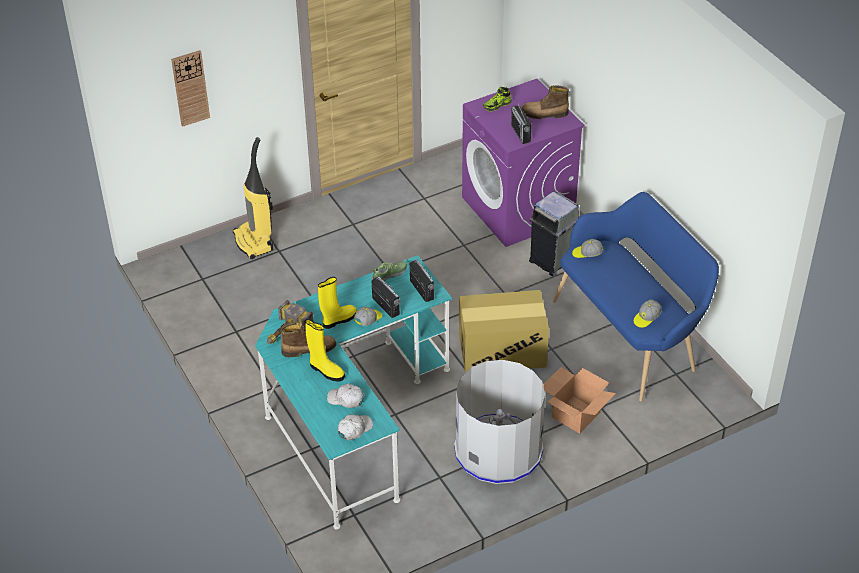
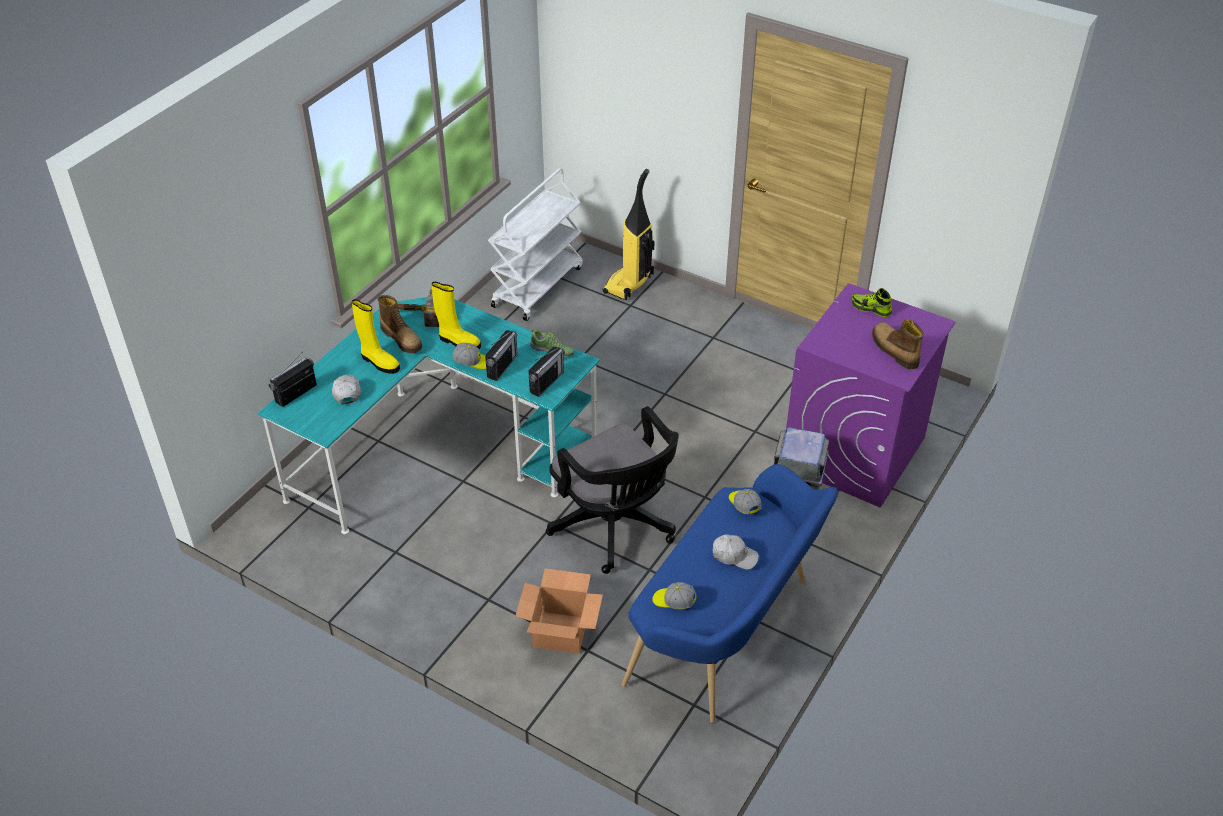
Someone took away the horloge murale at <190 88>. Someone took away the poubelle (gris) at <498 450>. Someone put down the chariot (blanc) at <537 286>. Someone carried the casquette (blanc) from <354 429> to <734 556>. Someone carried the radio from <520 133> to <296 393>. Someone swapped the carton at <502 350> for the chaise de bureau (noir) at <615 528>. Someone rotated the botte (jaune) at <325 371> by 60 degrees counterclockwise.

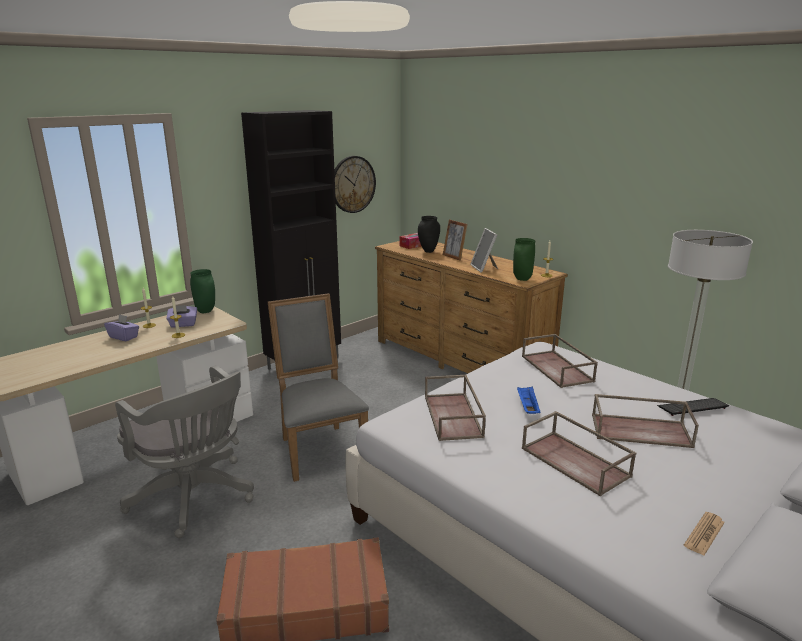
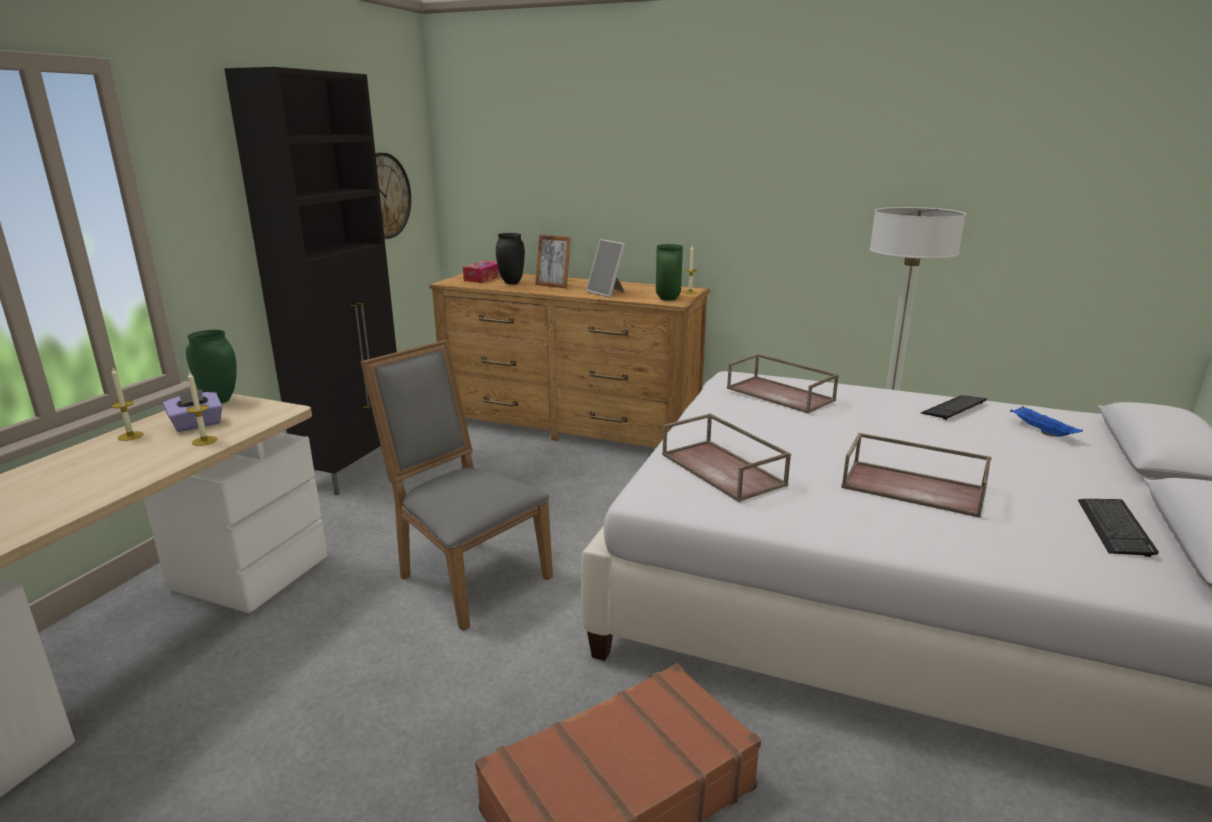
Someone took away the boîte à mouchoirs (violet) at <124 337>. Someone took away the chaise de bureau (gris) at <195 498>. Someone took away the plateau (marron) at <641 430>. Someone carried the plateau (bleu) from <527 407> to <1040 431>. Someone swapped the journal at <704 534> for the clavier at <1114 528>.

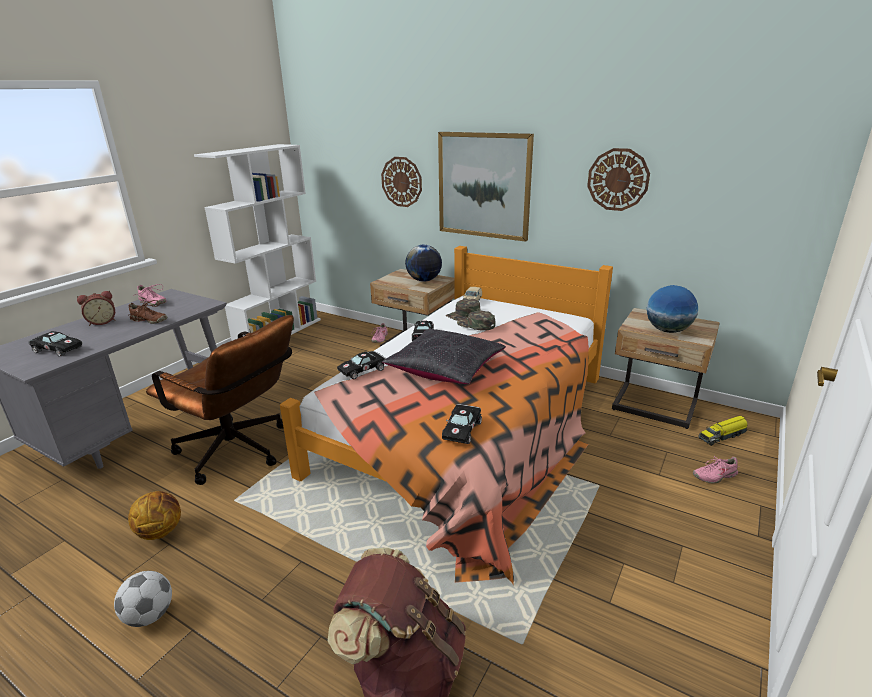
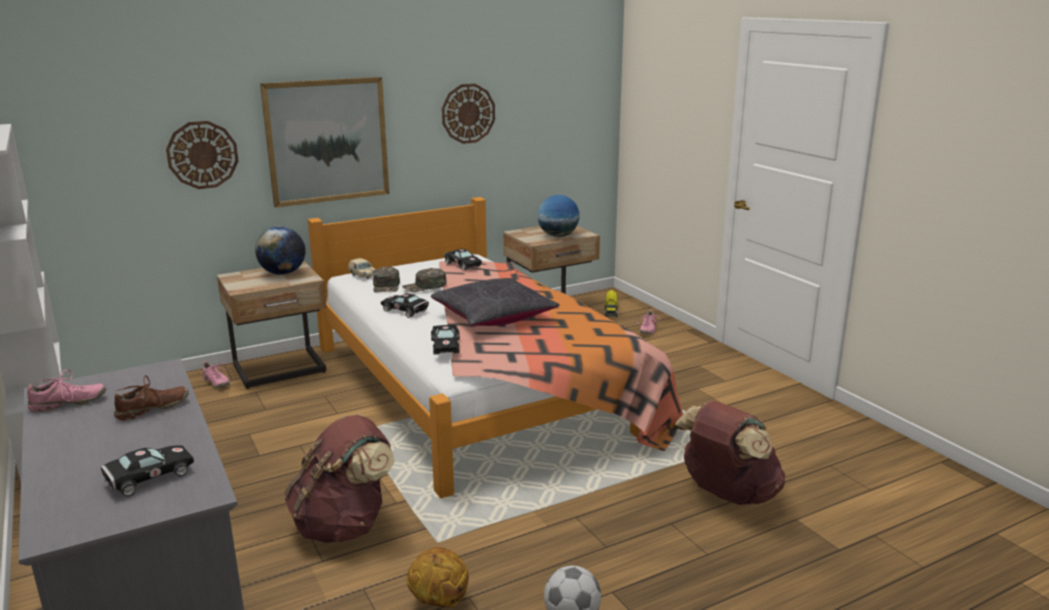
Someone took away the réveil at <102 322>. Someone carried the petite voiture (noir) from <462 429> to <462 264>. Someone swapped the chaise de bureau (marron) at <240 453> for the sac à dos (marron) at <344 525>.

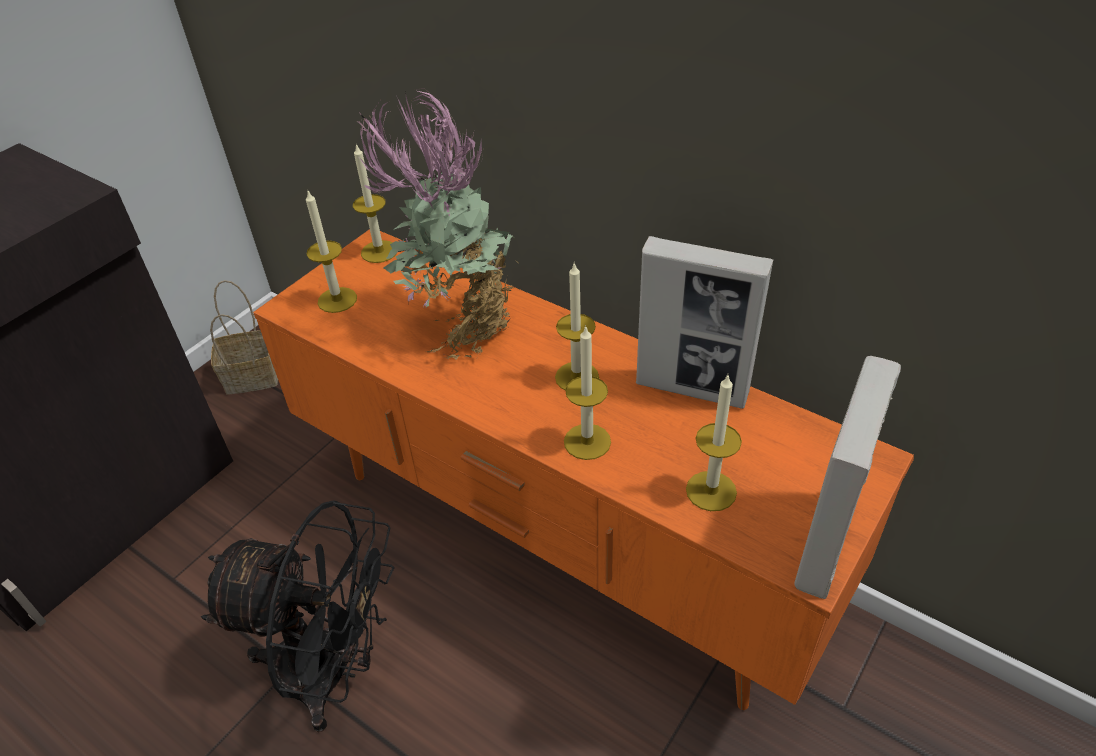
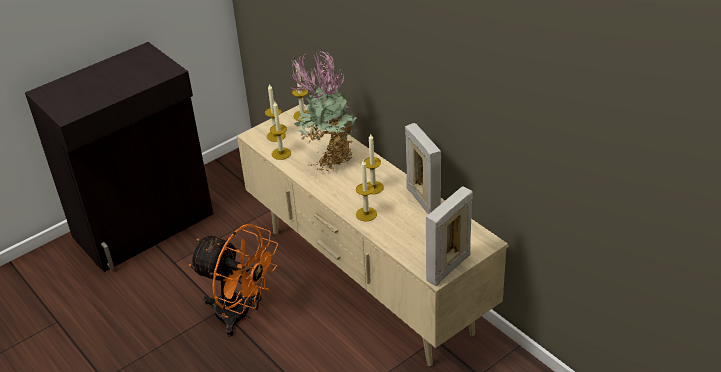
Someone took away the panier at <254 376>. Someone carried the bougie from <711 491> to <281 153>. Someone repainted the ventilateur (noir) at <333 672>, which became the ventilateur (orange) at <241 315>. Someone repainted the meuble télé (orange) at <557 544>, which became the meuble télé (beige) at <366 281>. Someone rotated the cadre photo at <692 389> by 150 degrees counterclockwise.

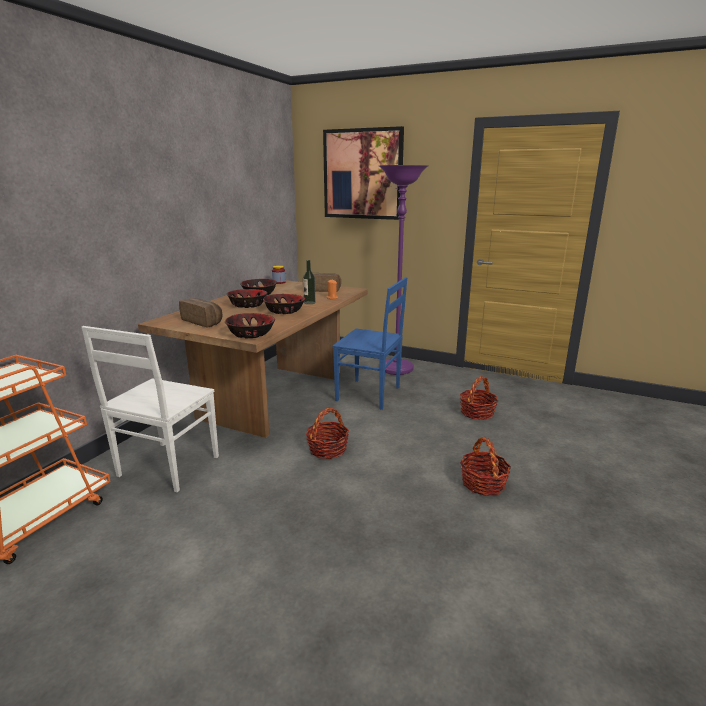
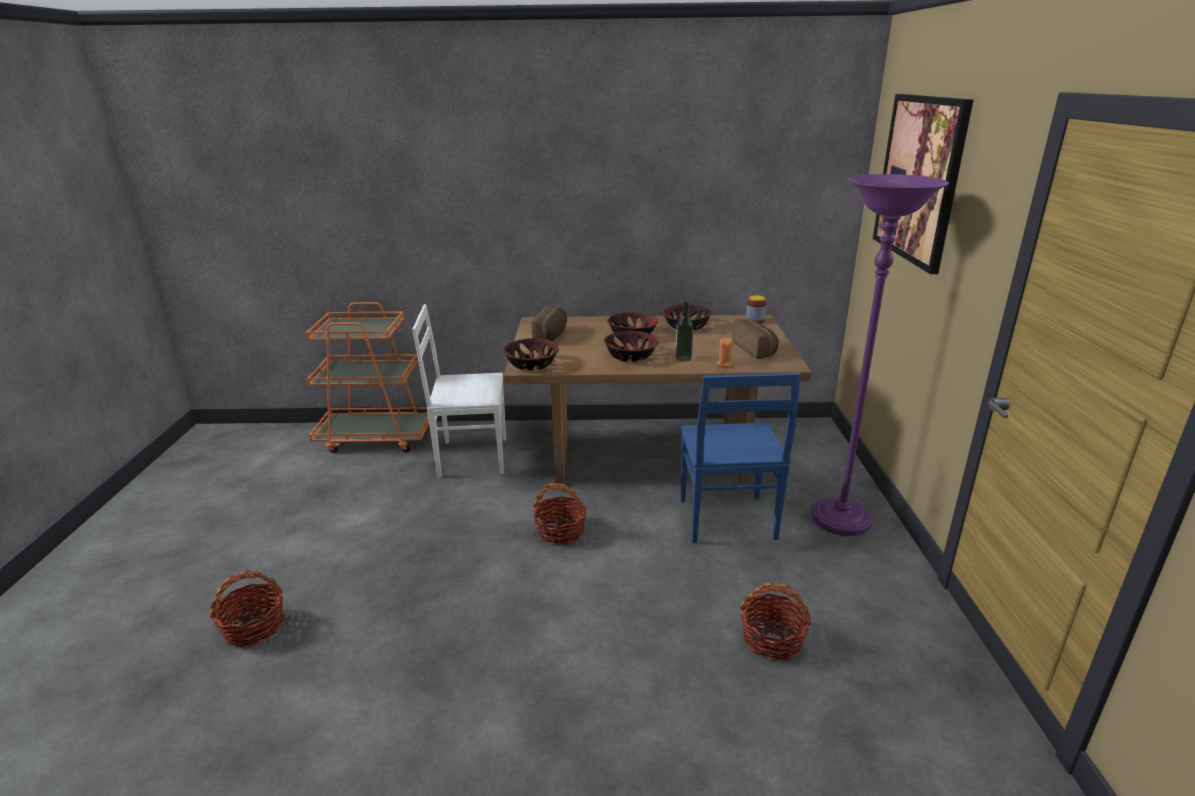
Someone carried the panier from <483 483> to <254 627>.

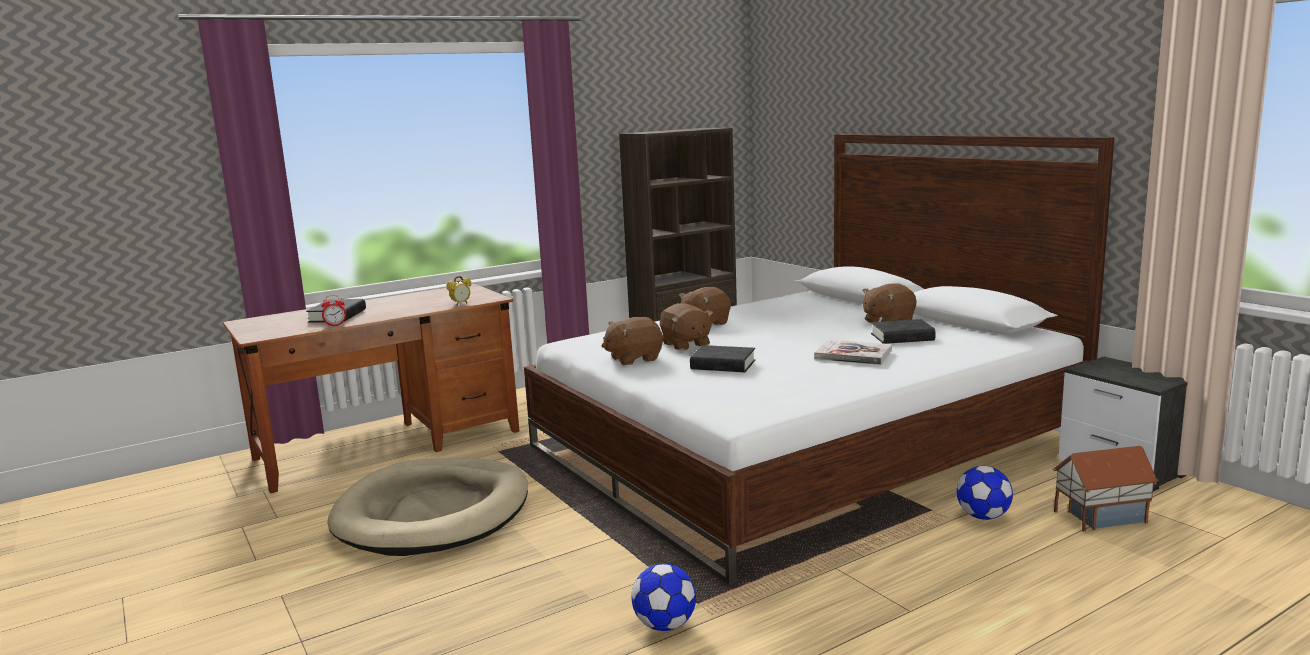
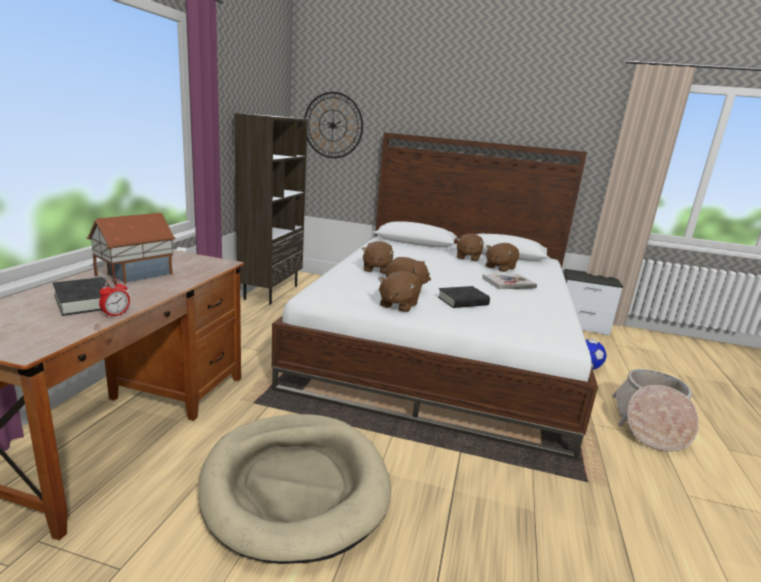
Someone took away the réveil at <460 304>. Someone took away the ballon de foot at <665 625>. Someone put up the horloge murale at <333 125>. Someone put down the panier at <649 424>. Someone carried the maison miniature from <1099 516> to <134 274>. Someone swapped the livre (noir) at <902 337> for the peluche (marron) at <499 268>.

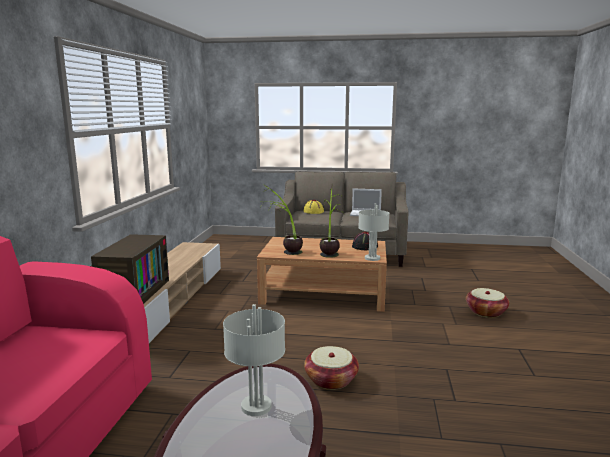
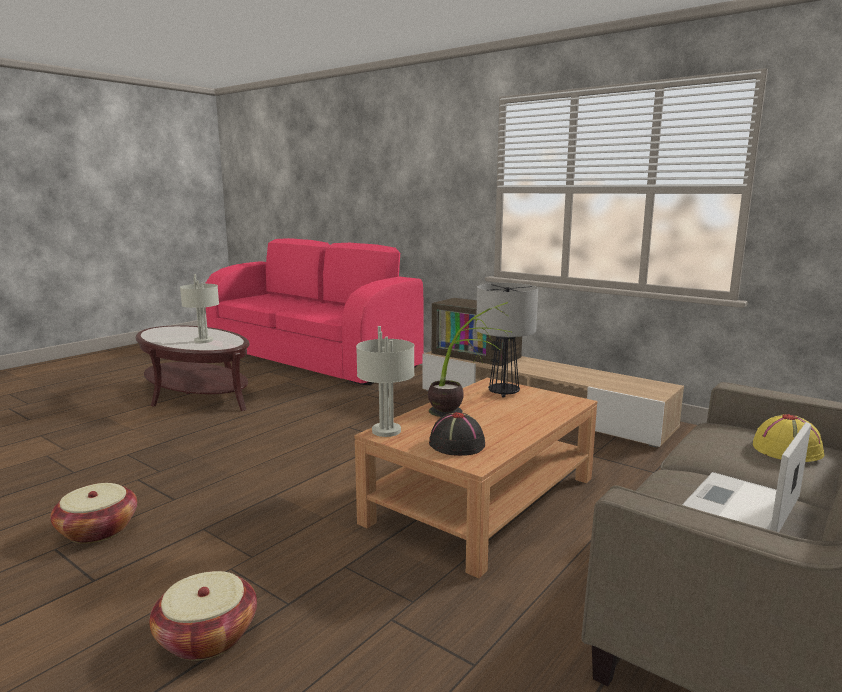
Someone carried the panier from <331 380> to <98 530>. Someone swapped the plante en pot at <284 250> for the lampe de table at <503 393>.

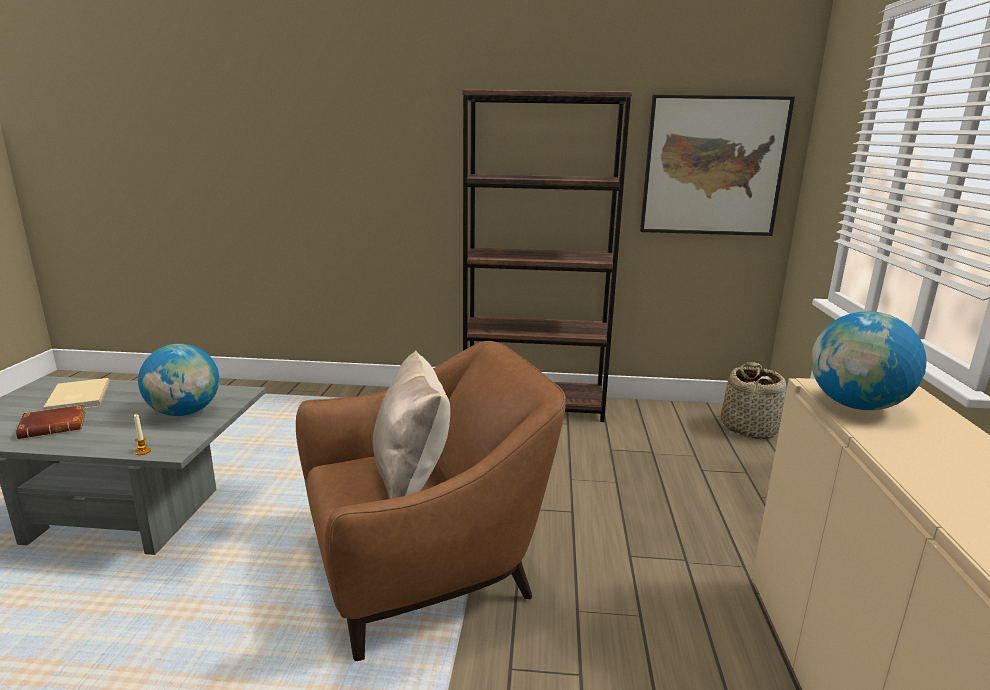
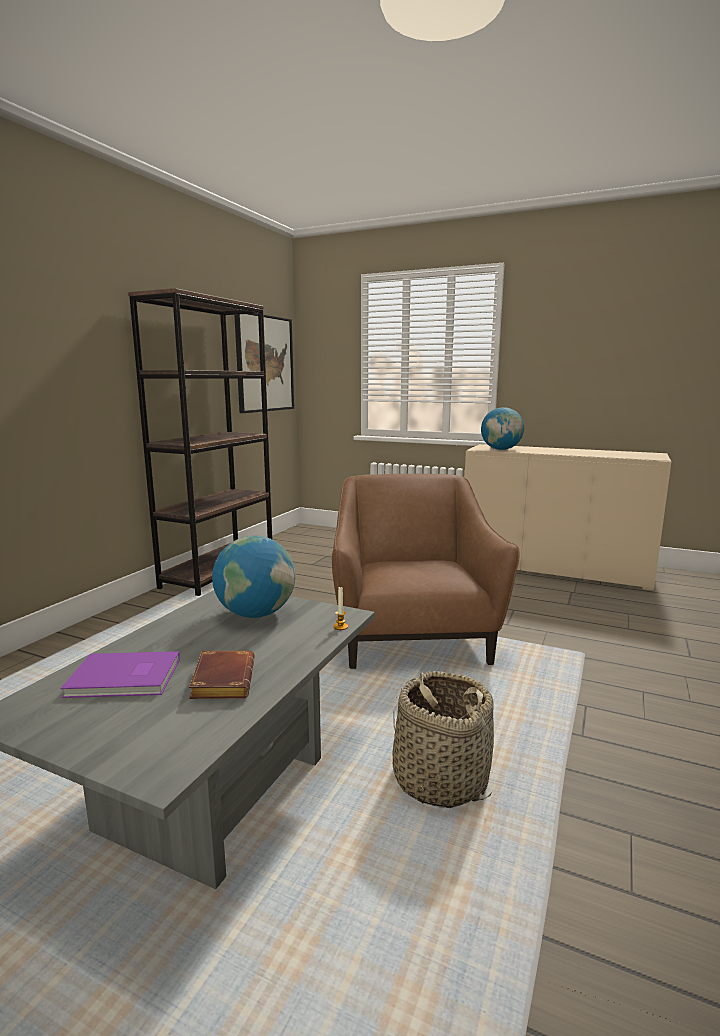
Someone took away the coussin (beige) at <411 476>. Someone carried the panier from <749 428> to <440 778>. Someone repainted the livre (beige) at <76 398>, which became the livre (violet) at <125 679>.

